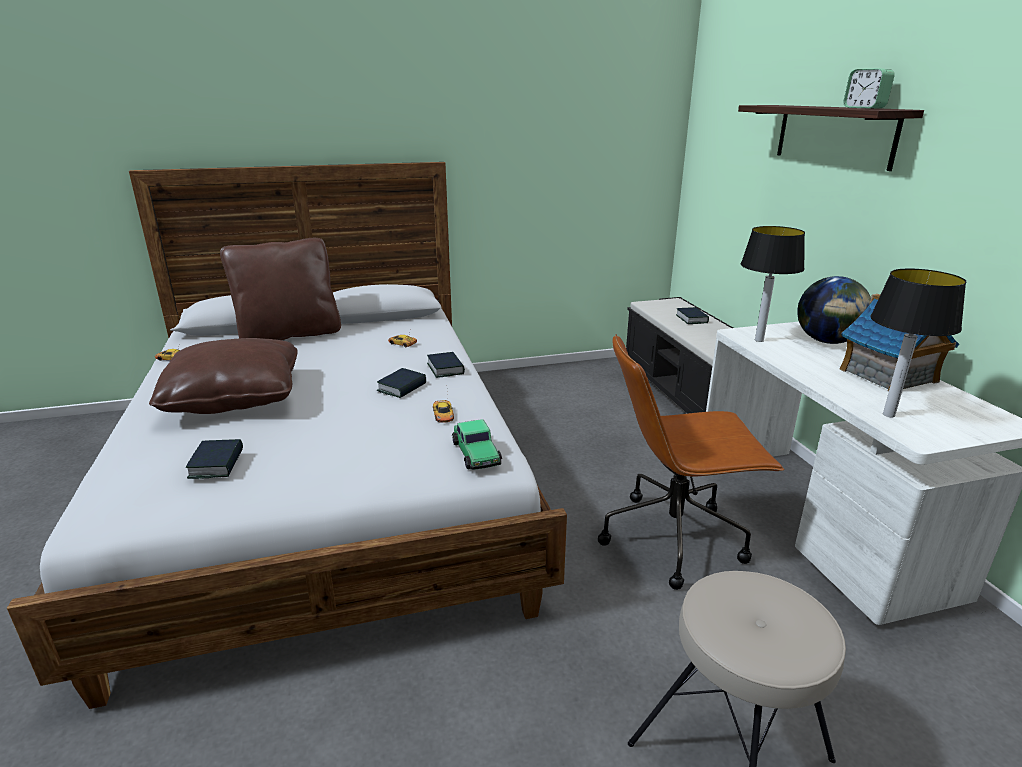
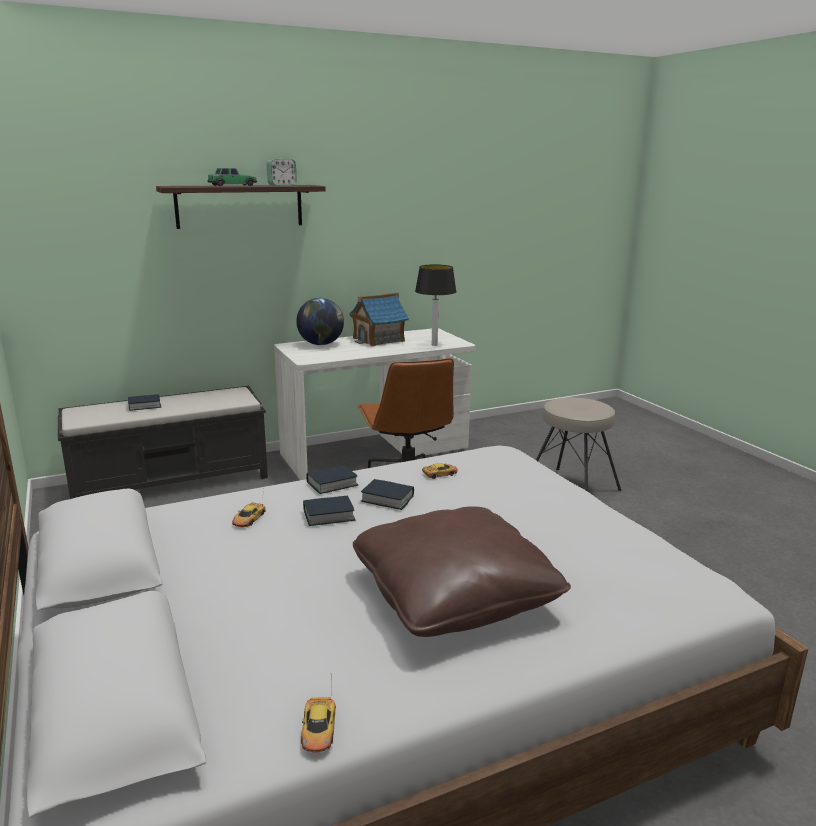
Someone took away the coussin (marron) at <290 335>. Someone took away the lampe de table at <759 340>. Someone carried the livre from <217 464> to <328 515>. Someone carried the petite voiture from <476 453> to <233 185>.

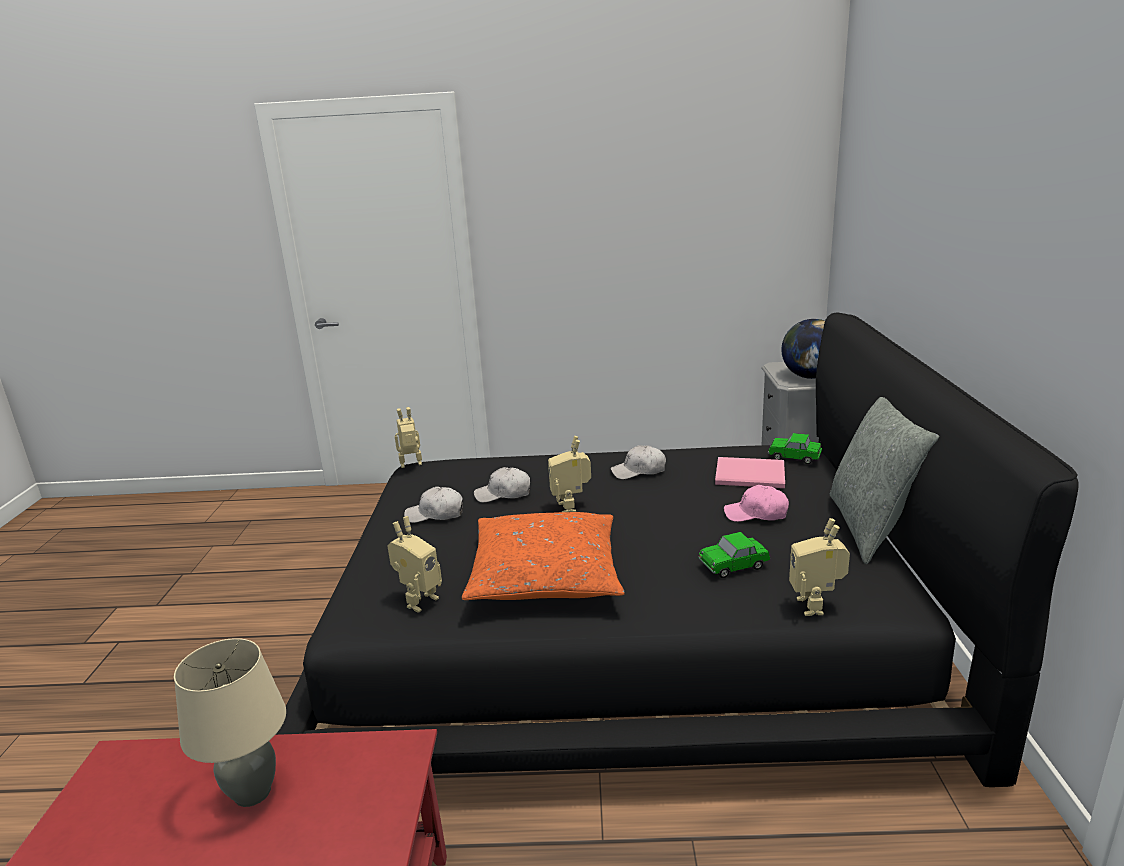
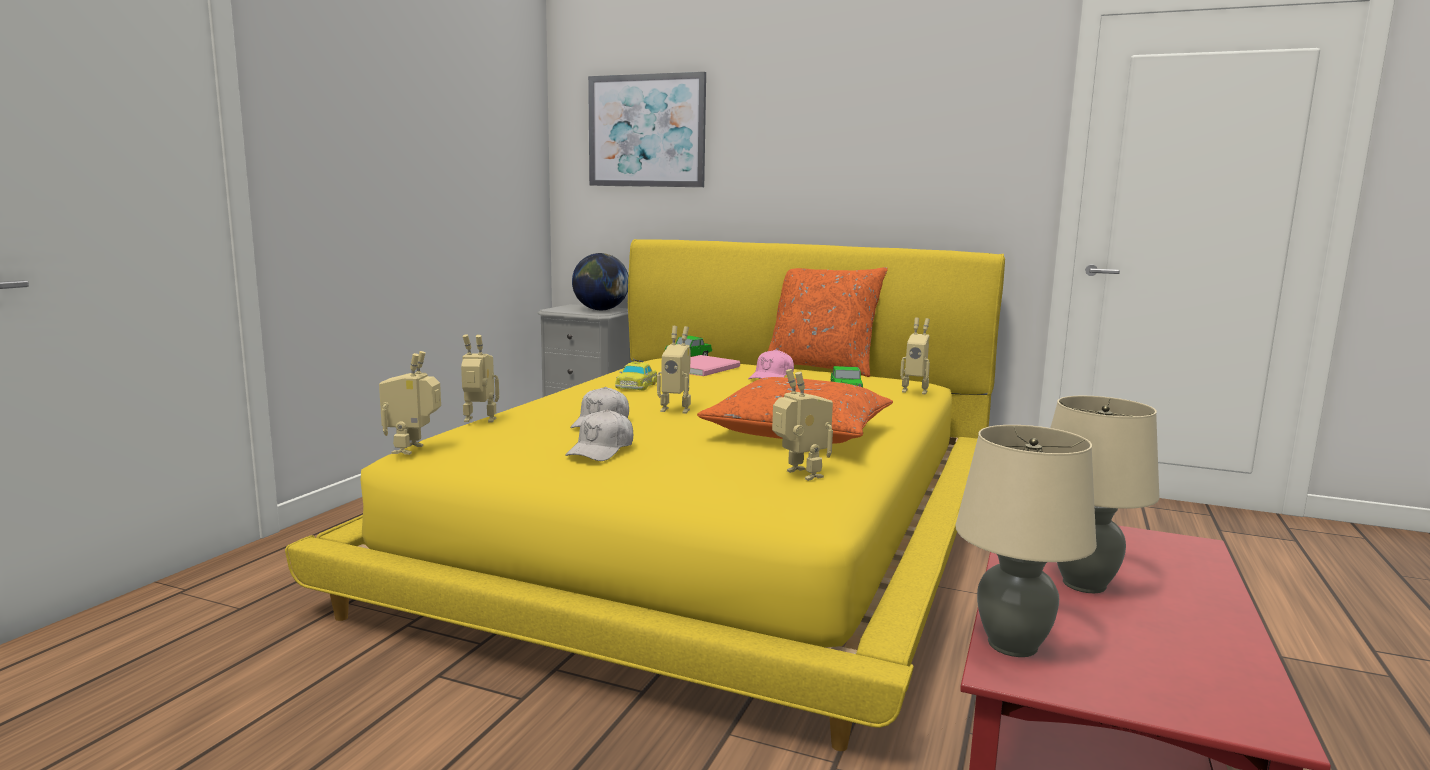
Someone put down the robot jouet at <479 421>. Someone put up the tableau at <646 131>. Someone put down the lampe de table (beige) at <1012 645>. Someone swapped the casquette (blanc) at <639 471> for the petite voiture at <637 385>. Someone repainted the lit (noir) at <626 625>, which became the lit (jaune) at <716 530>. Someone repainted the coussin (gris) at <871 527>, which became the coussin (orange) at <821 368>.

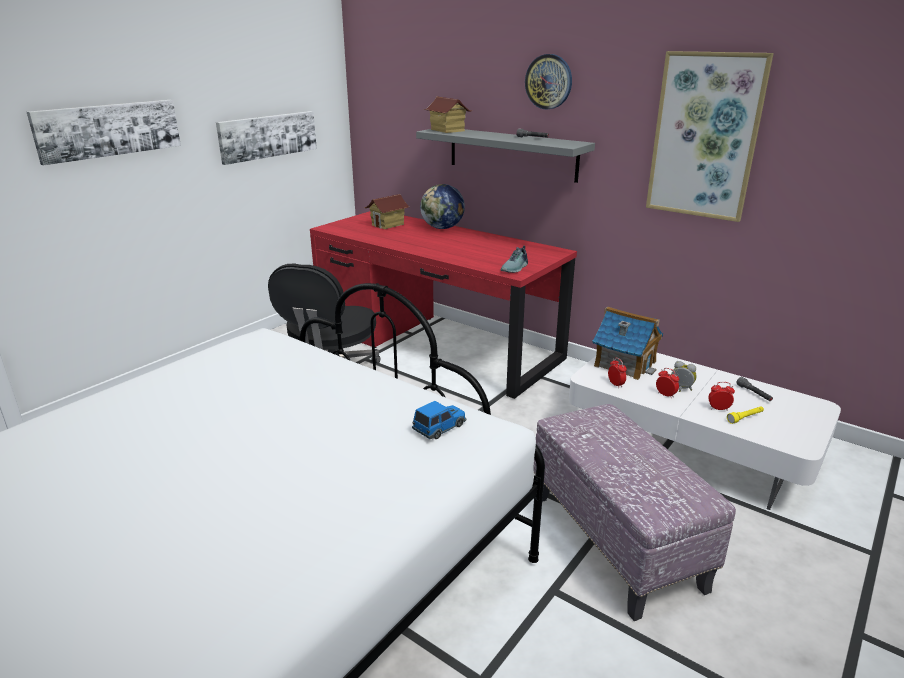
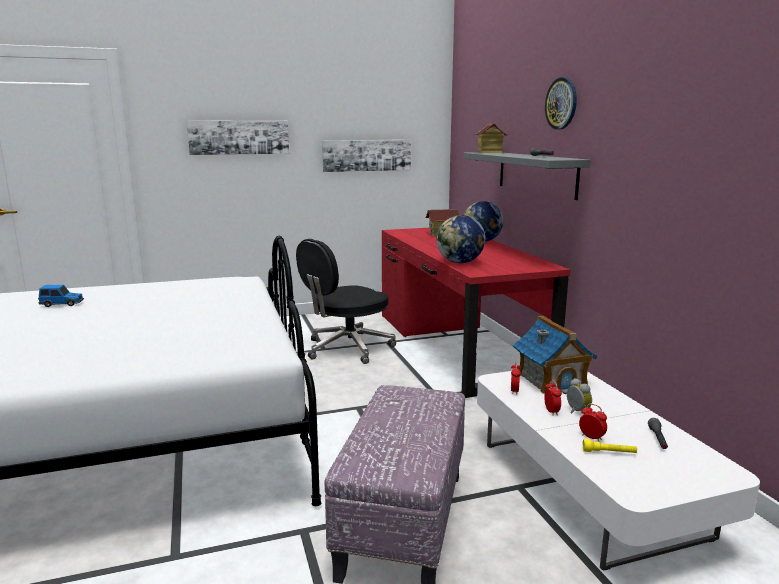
Someone took away the chaussure at <515 268>. Someone took away the tableau at <705 136>. Someone put down the globe at <460 262>. Someone carried the petite voiture from <440 428> to <62 304>.

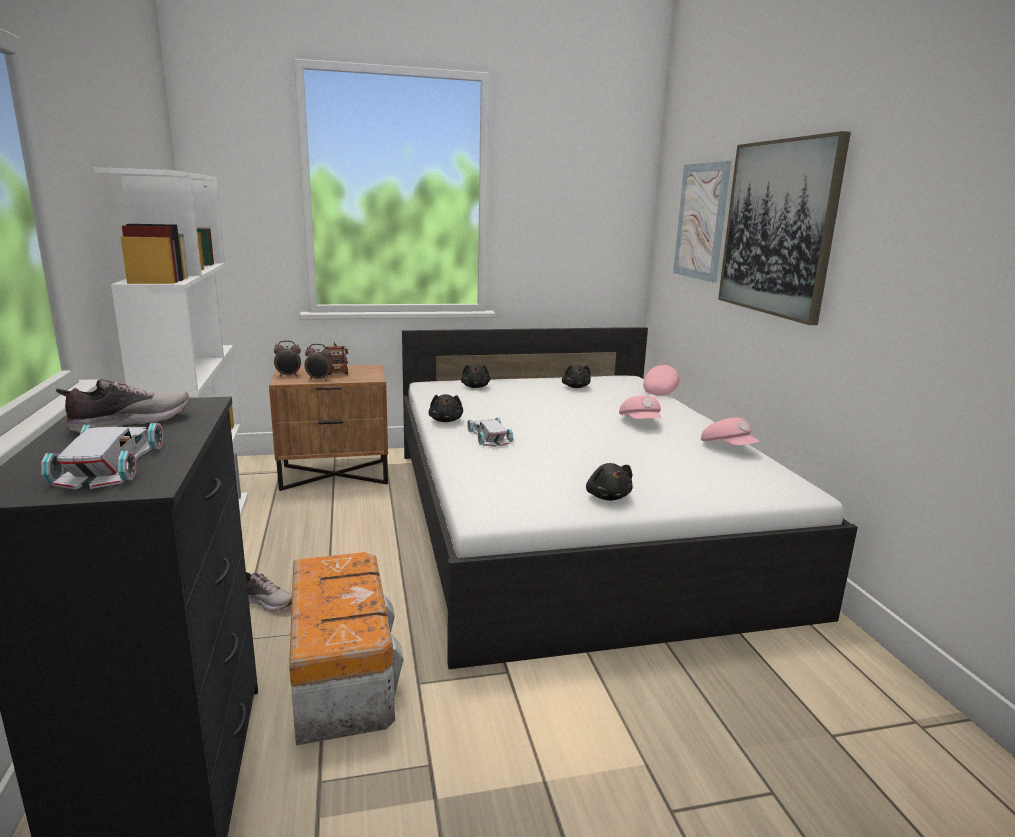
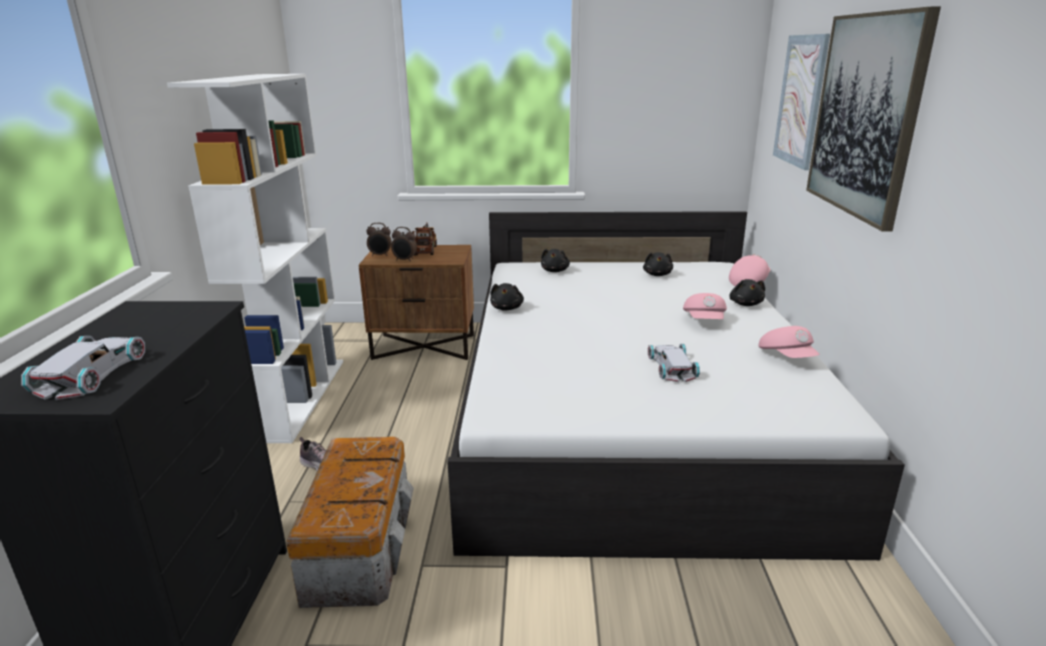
Someone took away the chaussure at <130 422>. Someone carried the petite voiture (blanc) from <490 436> to <672 366>. Someone carried the peluche (noir) from <607 496> to <745 304>.

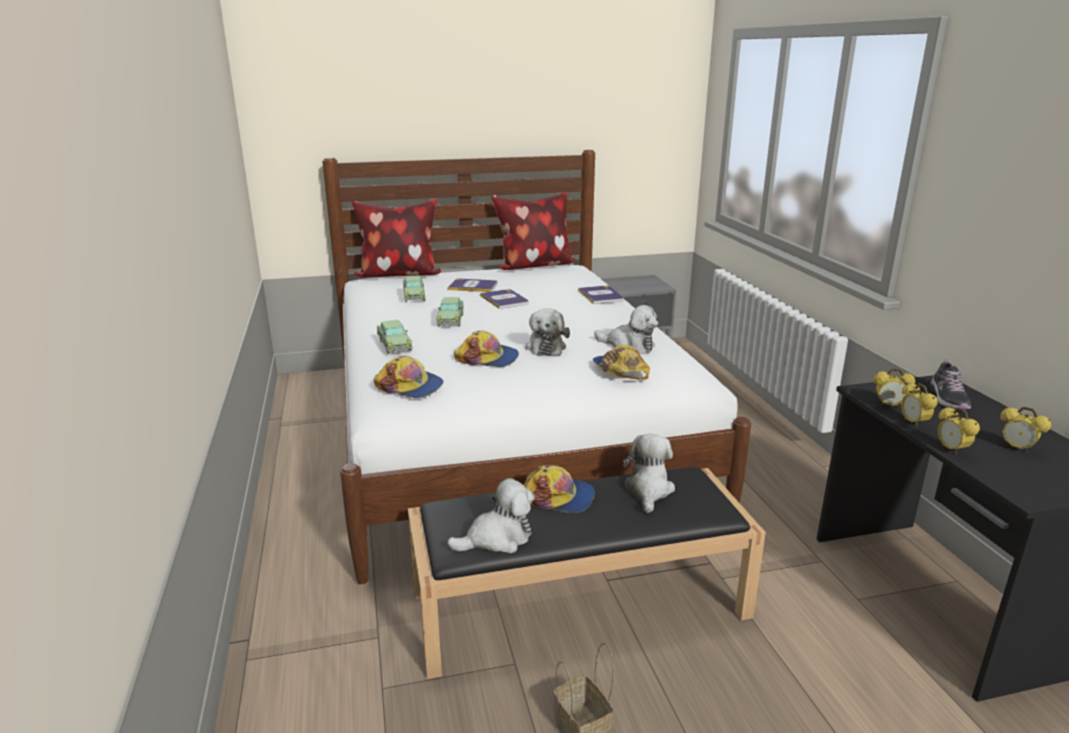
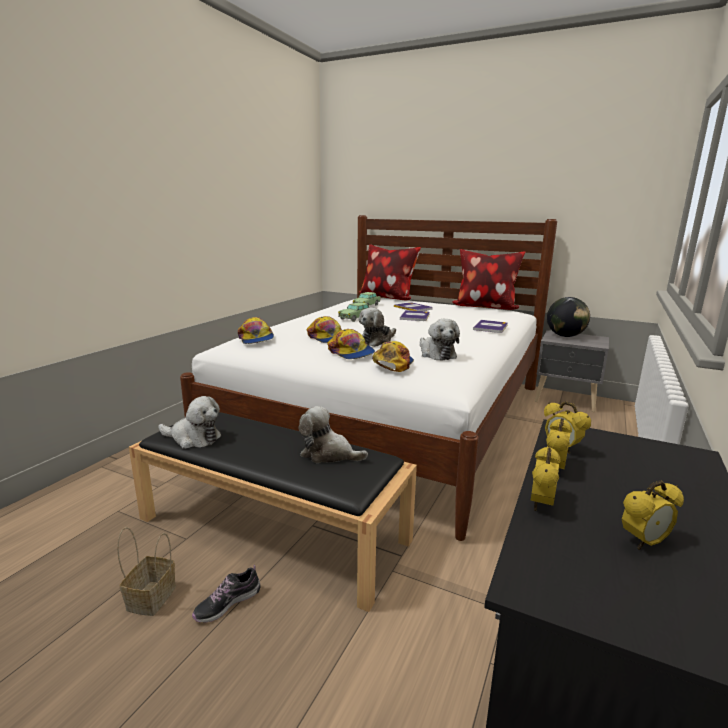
Someone took away the petite voiture at <394 345>. Someone put down the globe at <565 336>. Someone carried the casquette from <557 497> to <351 352>. Someone carried the chaussure from <948 398> to <227 603>. Someone rotated the peluche at <648 490> by 120 degrees counterclockwise. Someone rotated the réveil at <1017 448> by 105 degrees counterclockwise.

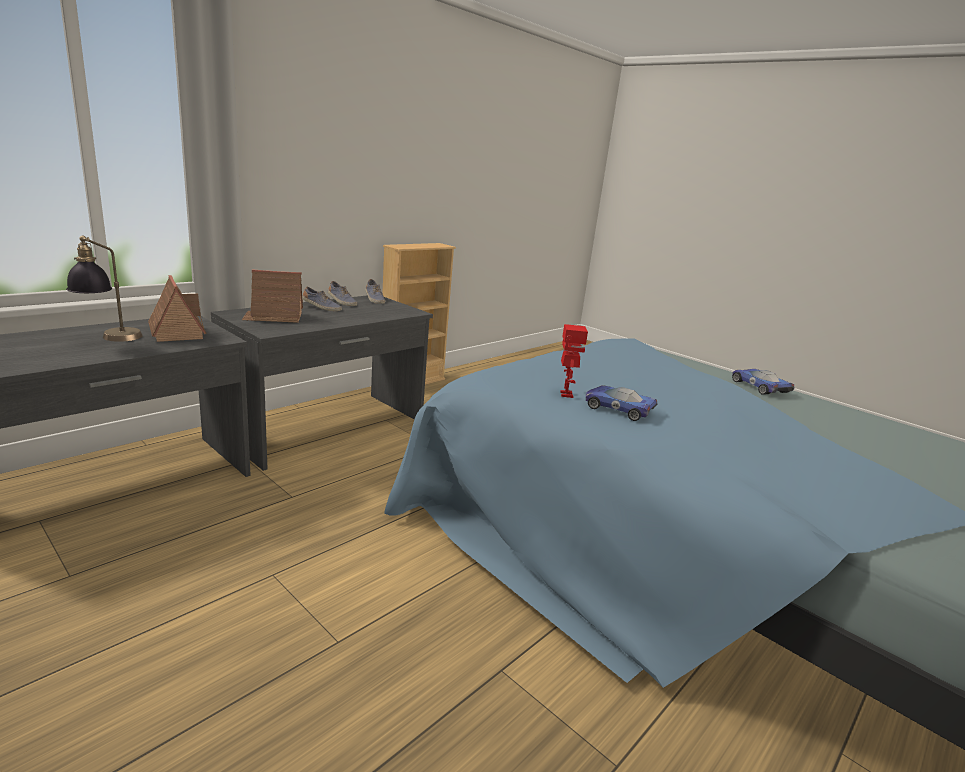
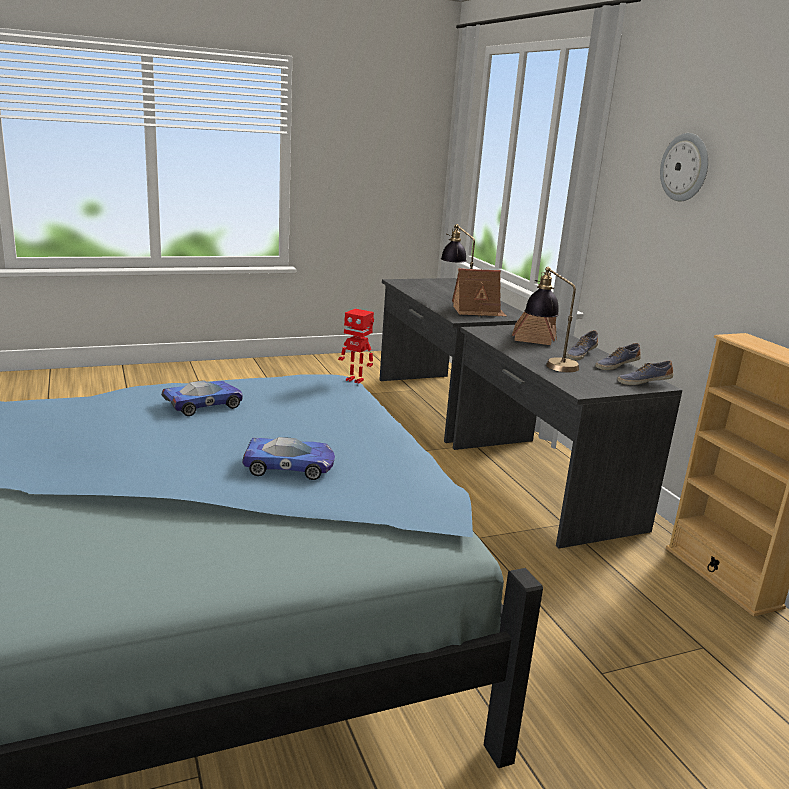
Someone put down the lampe de table at <548 364>. Someone put up the horloge murale at <685 167>. Someone carried the robot jouet from <565 394> to <355 380>. Someone carried the petite voiture from <759 386> to <290 466>.

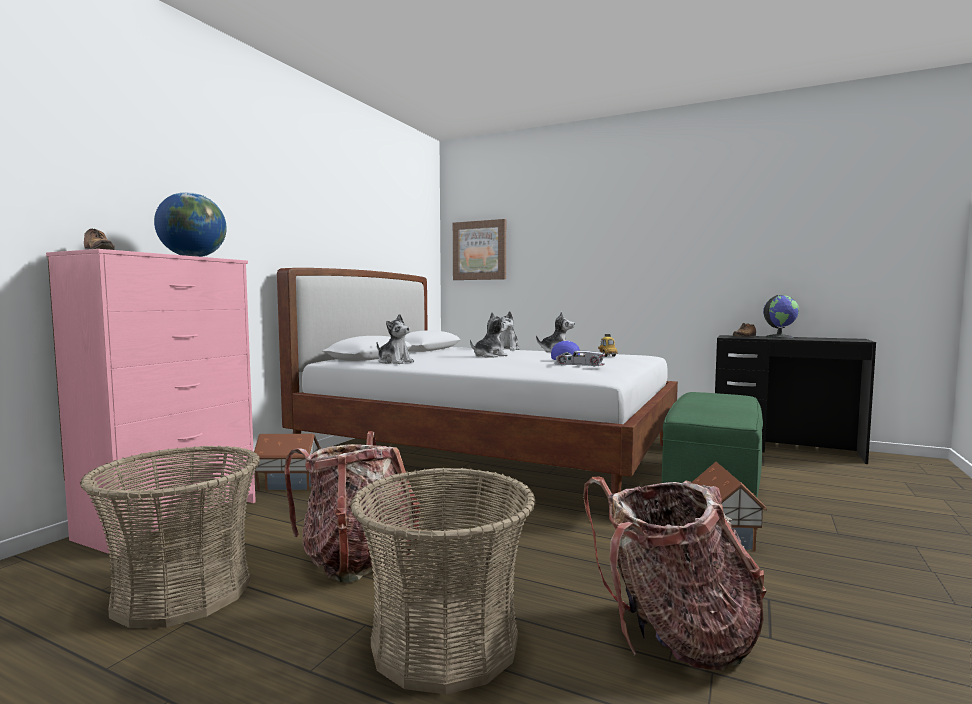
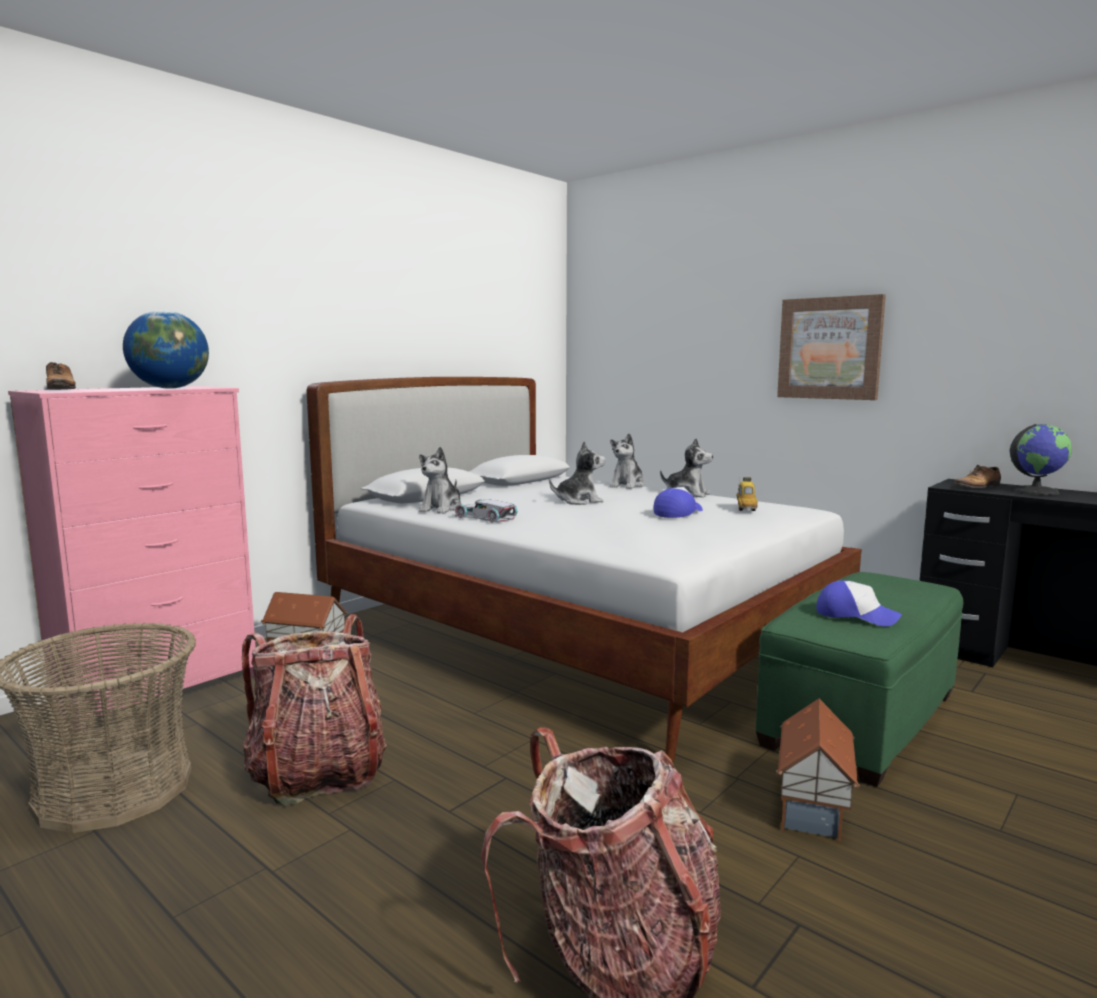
Someone took away the panier at <444 642>. Someone put down the casquette at <856 615>. Someone carried the tableau from <479 250> to <830 348>. Someone carried the petite voiture (blanc) from <579 364> to <486 517>. Someone rotated the peluche at <394 362> by 60 degrees clockwise.

